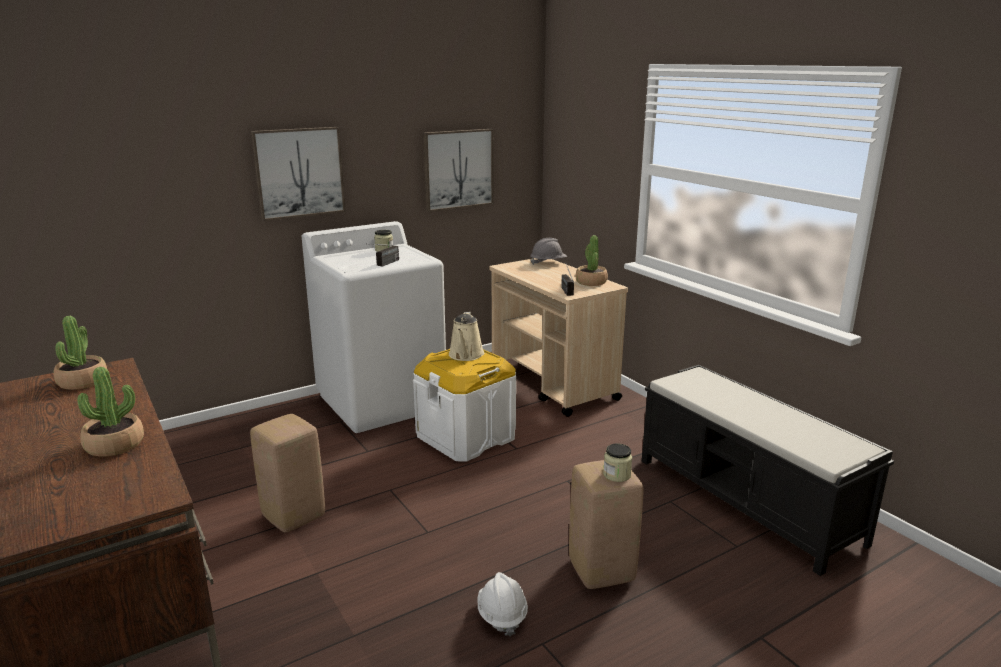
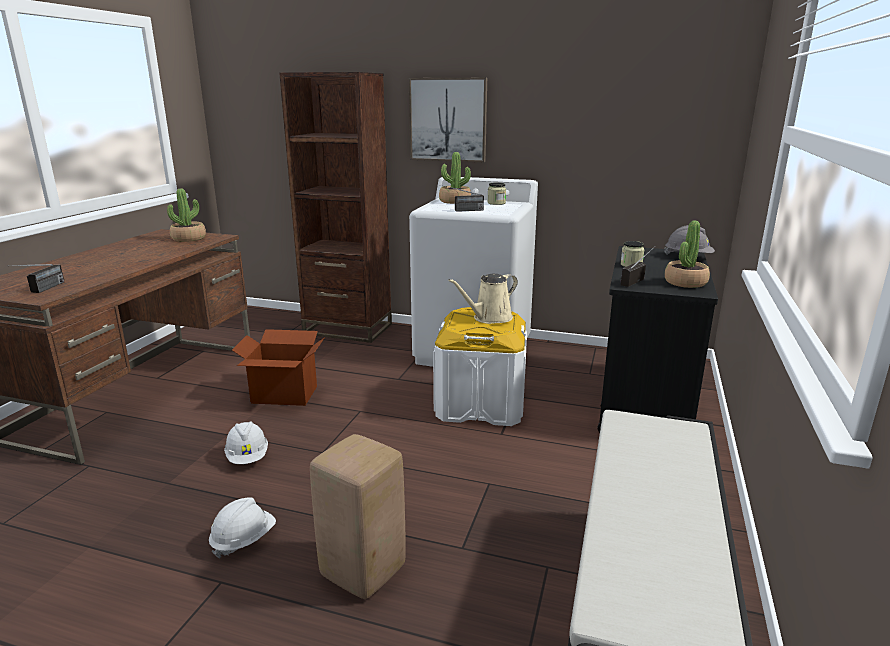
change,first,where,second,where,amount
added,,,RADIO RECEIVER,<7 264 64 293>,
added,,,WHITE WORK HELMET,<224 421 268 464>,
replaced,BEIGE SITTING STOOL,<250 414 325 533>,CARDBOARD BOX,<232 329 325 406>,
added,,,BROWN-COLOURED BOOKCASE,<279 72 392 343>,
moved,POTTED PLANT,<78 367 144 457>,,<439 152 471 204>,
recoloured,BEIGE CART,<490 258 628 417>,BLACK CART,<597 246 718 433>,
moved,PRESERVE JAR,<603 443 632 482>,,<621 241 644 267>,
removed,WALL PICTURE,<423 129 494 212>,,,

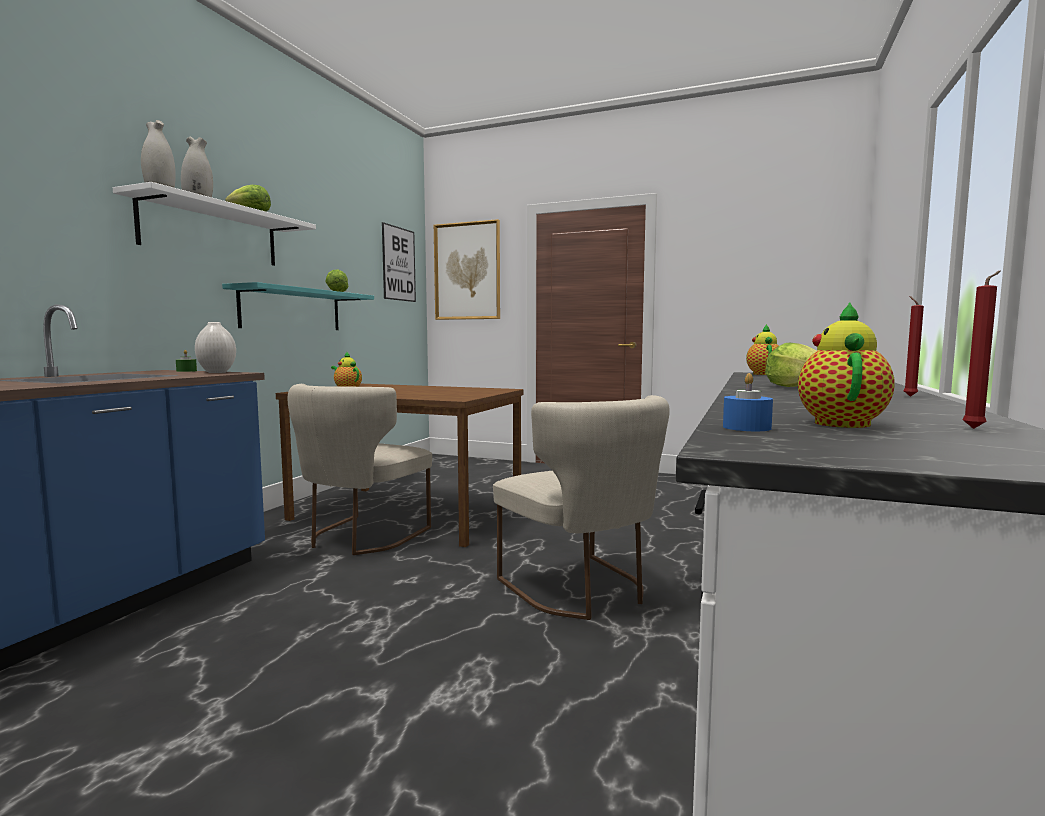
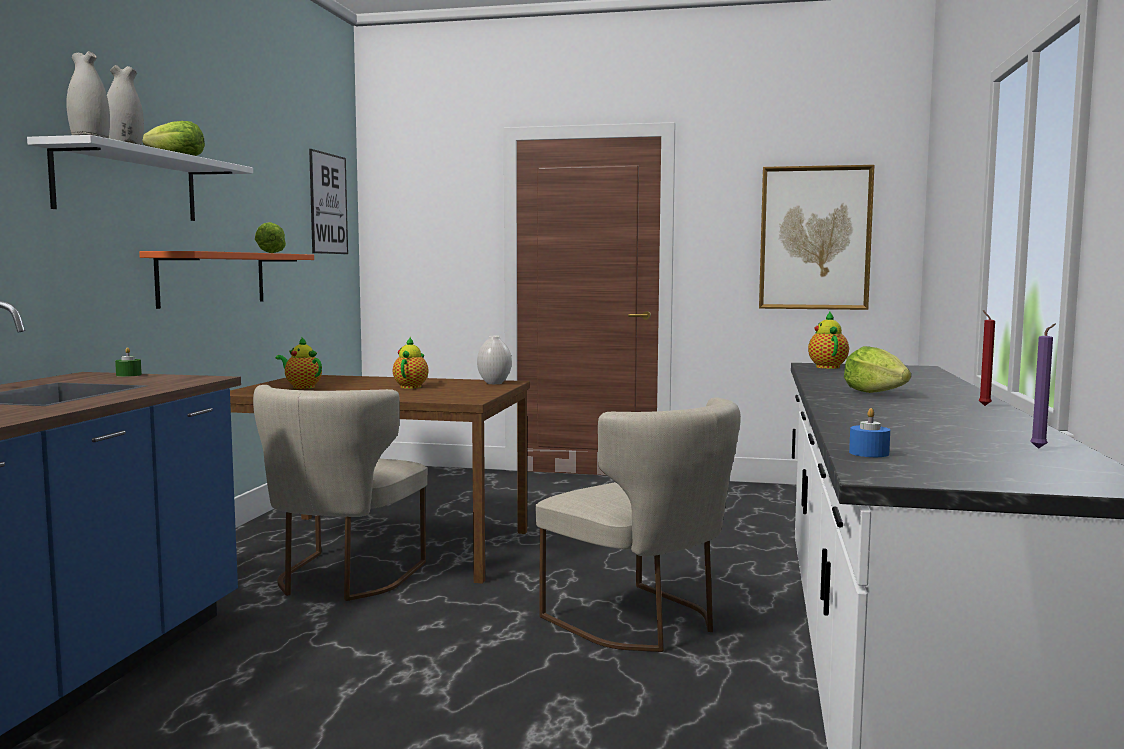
change,first,where,second,where,amount
recoloured,TURQUOISE SHELF,<222 282 374 330>,ORANGE-COLOURED SHELF,<139 251 314 309>,
moved,TEAPOT,<798 302 895 428>,,<393 337 429 389>,
moved,WHITE VASE,<195 322 236 373>,,<477 336 512 384>,
moved,WALL PICTURE,<434 219 500 320>,,<759 165 874 310>,
recoloured,REDDISH CANDLE,<962 271 1001 429>,PURPLISH CANDLE,<1030 324 1055 449>,

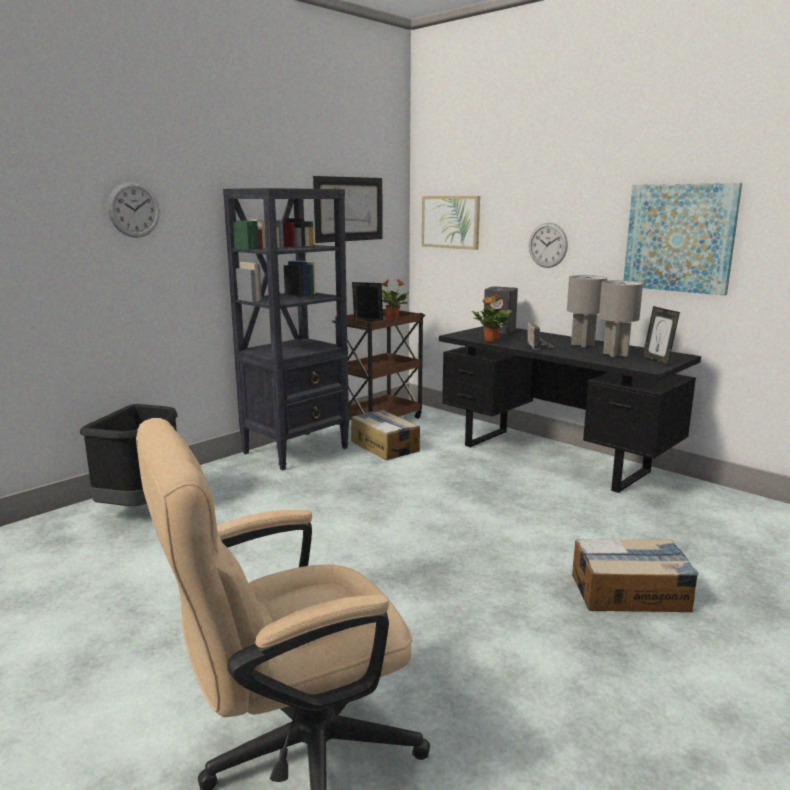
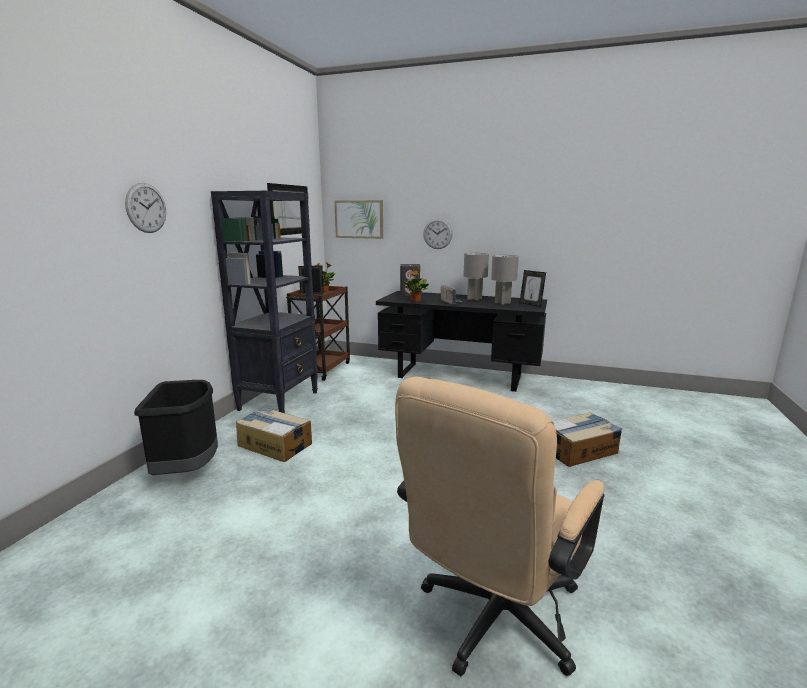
change,first,where,second,where,amount
moved,CARDBOARD BOX,<351 410 420 460>,,<236 407 312 462>,
removed,WALL PICTURE,<624 183 742 296>,,,

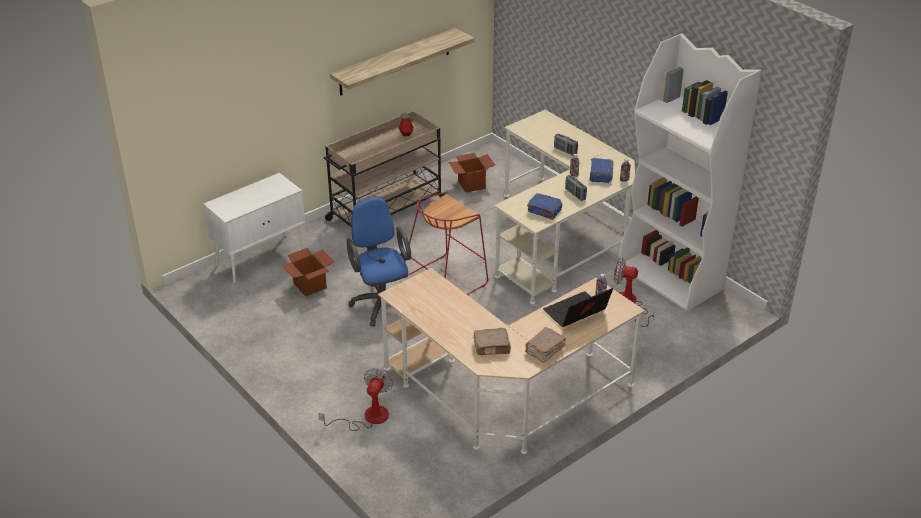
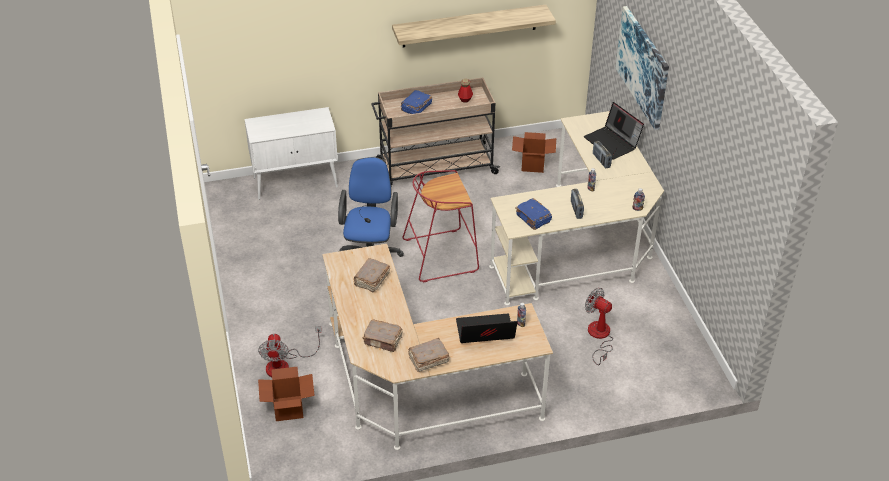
change,first,where,second,where,amount
turned,FAN,<319 368 393 431>,,<258 326 322 377>,135 degrees clockwise
moved,CARDBOARD BOX,<281 248 335 297>,,<258 367 315 421>,
added,,,BROWN-COLOURED VOLUME,<354 258 390 292>,
moved,BLUE VOLUME,<589 158 614 183>,,<401 90 432 114>,
added,,,NOTEBOOK COMPUTER,<584 102 644 160>,
added,,,WALL PICTURE,<615 6 669 130>,
removed,WHITE BOOKCASE,<619 33 762 311>,,,

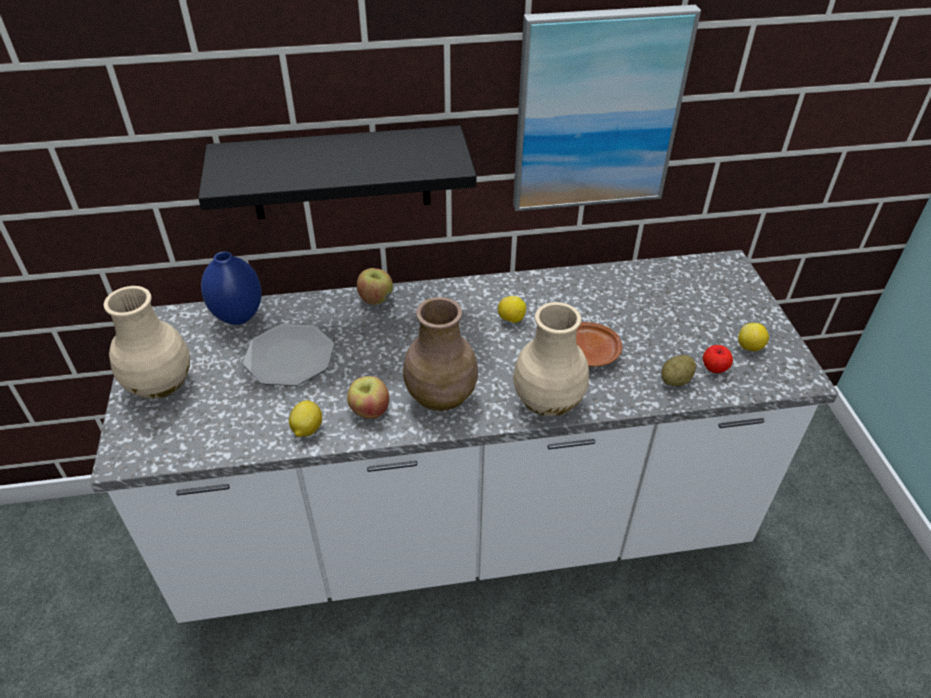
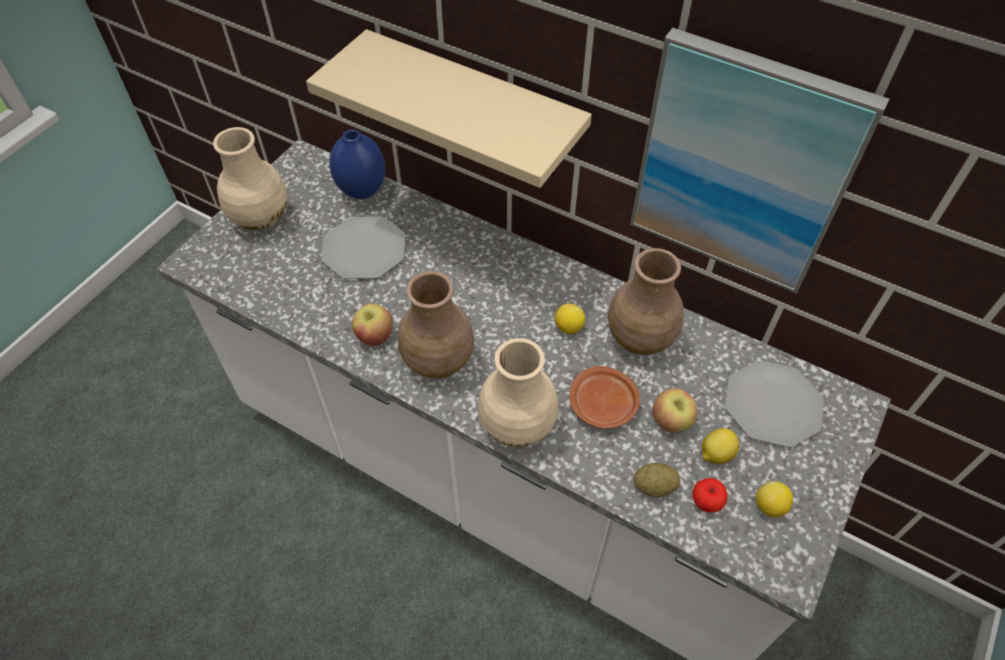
change,first,where,second,where,amount
recoloured,BLACK SHELF,<198 126 477 219>,BEIGE SHELF,<306 29 592 188>,
added,,,BROWN-COLOURED VASE,<608 248 684 355>,
moved,APPLE FRUIT,<357 268 393 305>,,<652 388 697 433>,
moved,WHOLE LEMON,<289 400 322 437>,,<702 428 739 464>,
added,,,FLAT DISH,<725 361 823 447>,

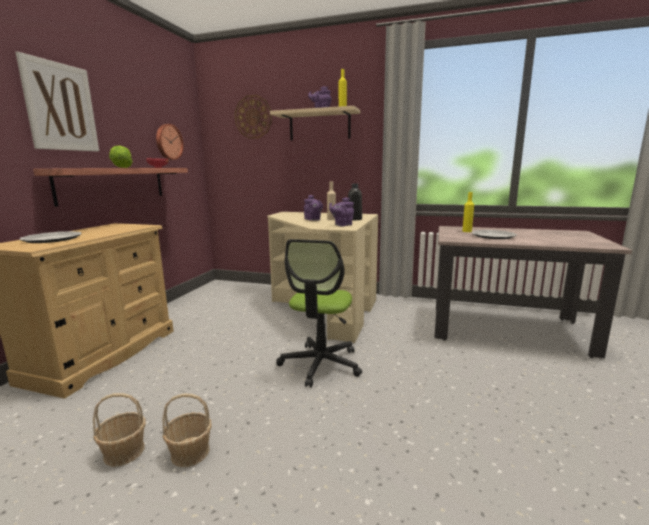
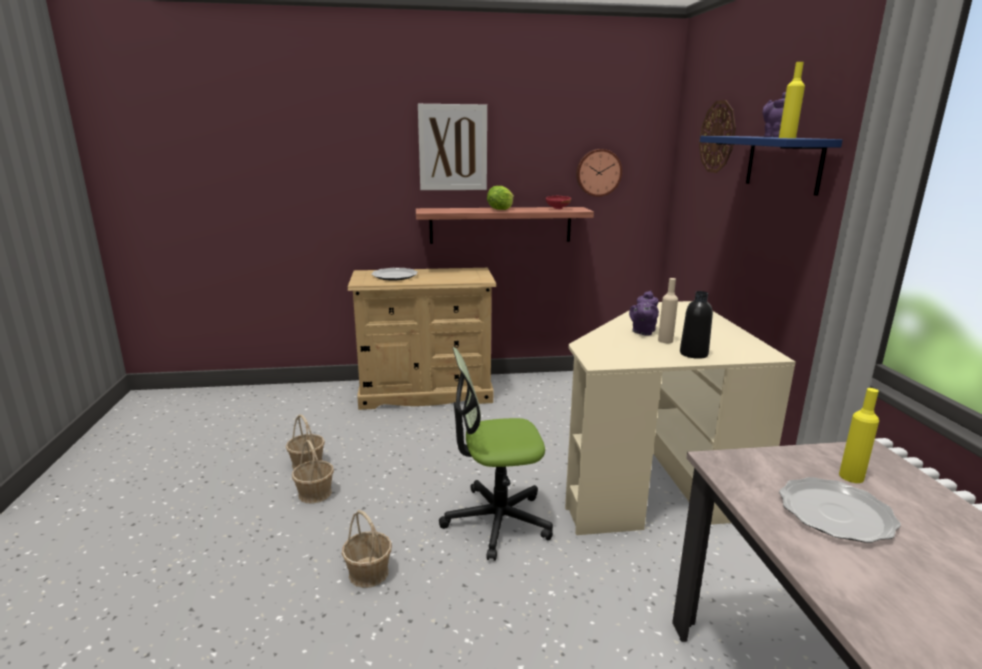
change,first,where,second,where,amount
added,,,BASKET,<342 510 392 588>,
recoloured,BEIGE SHELF,<270 106 360 141>,BLUE SHELF,<700 136 843 196>,
removed,PURPLISH TEAPOT,<329 197 354 226>,,,

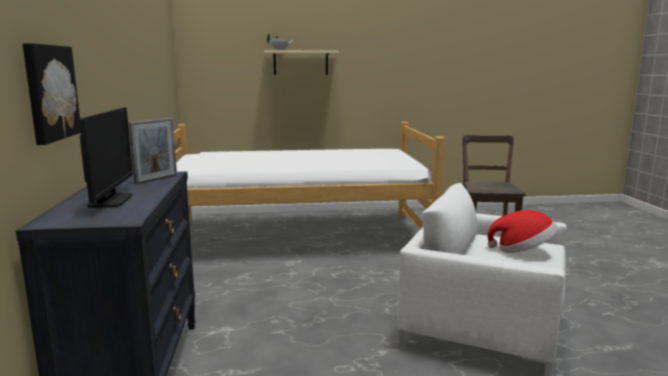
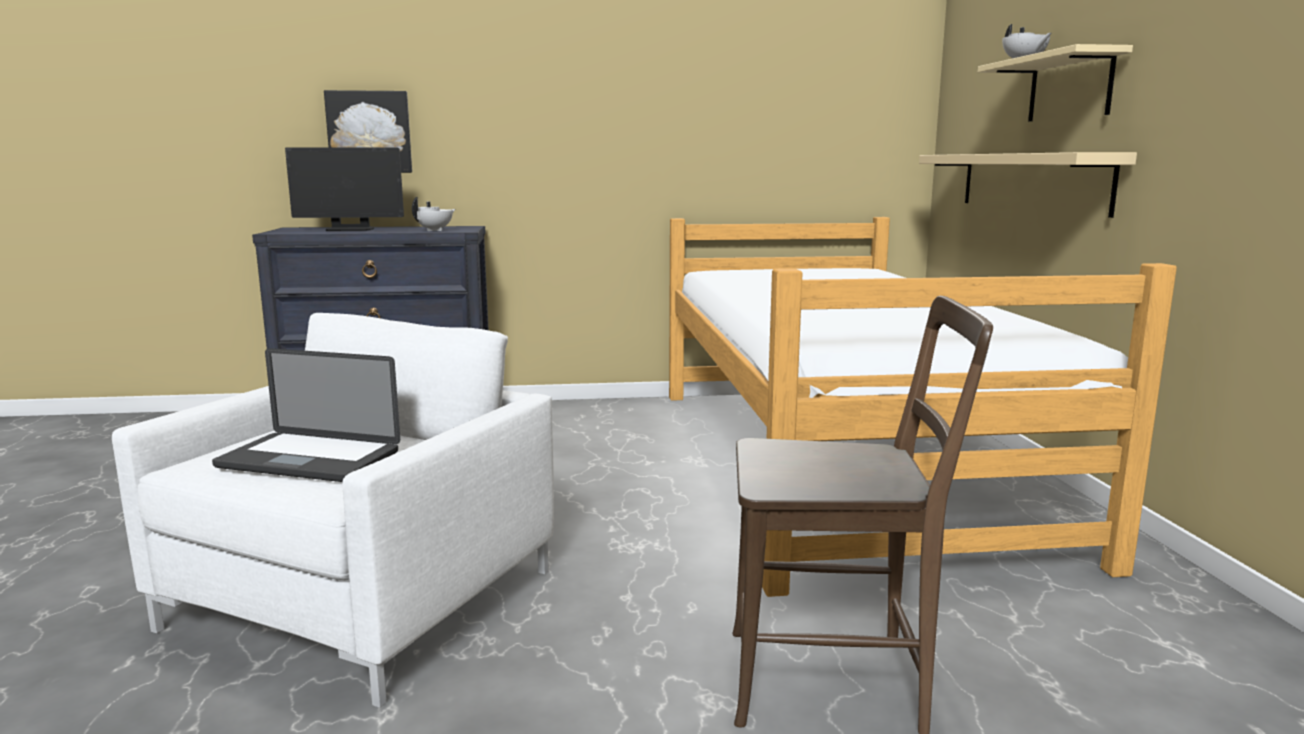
change,first,where,second,where,amount
replaced,WEARABLE HAT,<487 210 558 253>,NOTEBOOK COMPUTER,<212 348 400 482>,
replaced,STANDING FRAME,<129 118 177 184>,WHITE TEAPOT,<412 197 455 231>,
added,,,BEIGE SHELF,<919 152 1137 218>,

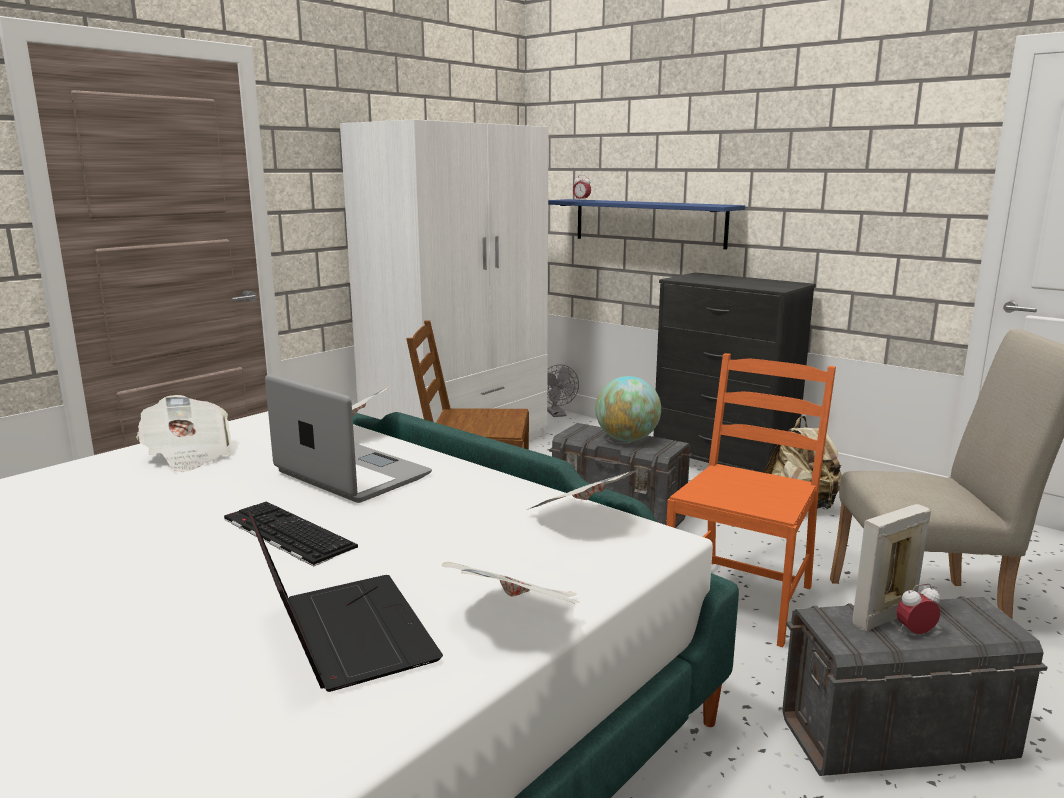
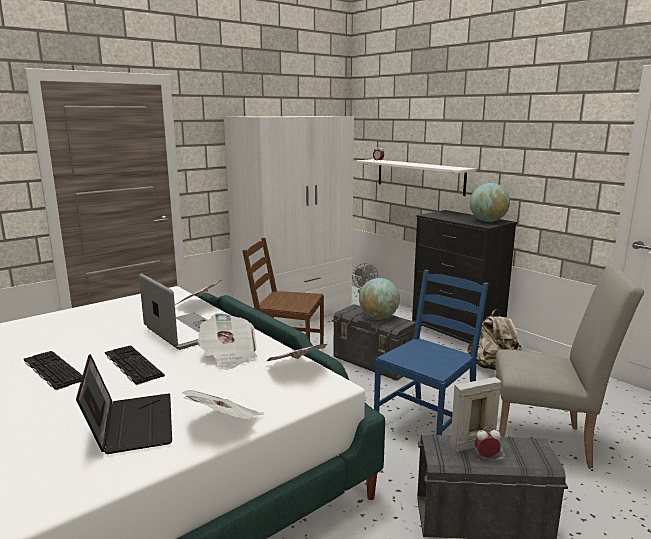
change,first,where,second,where,amount
added,,,COMPUTER KEYBOARD,<24 351 83 390>,
moved,DAILY PAPER,<136 395 231 472>,,<197 313 257 370>,
recoloured,BLUE SHELF,<548 199 745 249>,WHITE SHELF,<356 159 476 196>,
recoloured,ORANGE-COLOURED UPRIGHT CHAIR,<666 353 836 647>,BLUE UPRIGHT CHAIR,<374 270 489 435>,
added,,,WORLD GLOBE,<470 183 510 222>,

